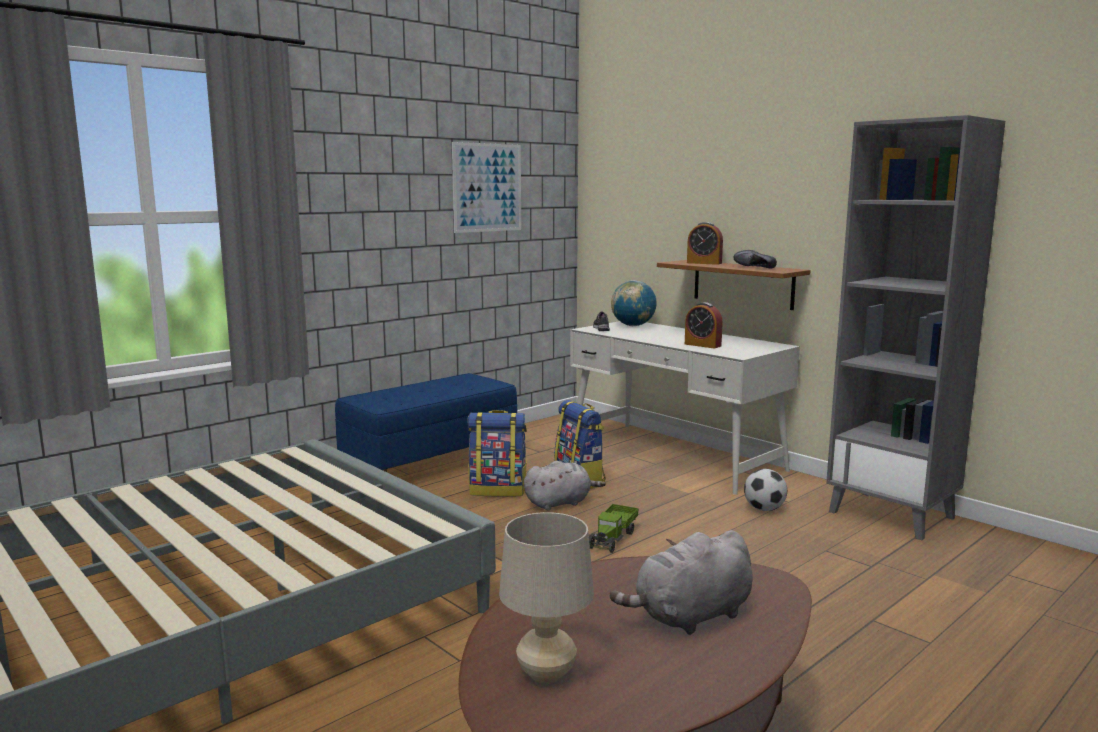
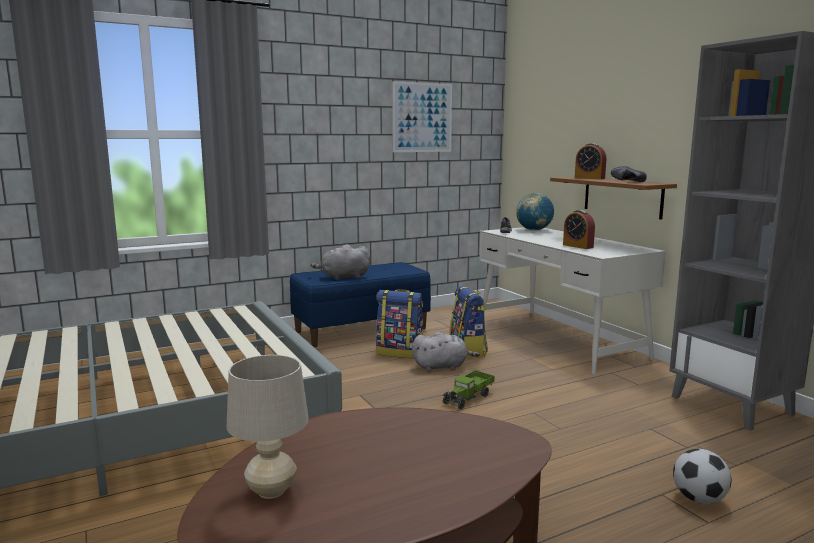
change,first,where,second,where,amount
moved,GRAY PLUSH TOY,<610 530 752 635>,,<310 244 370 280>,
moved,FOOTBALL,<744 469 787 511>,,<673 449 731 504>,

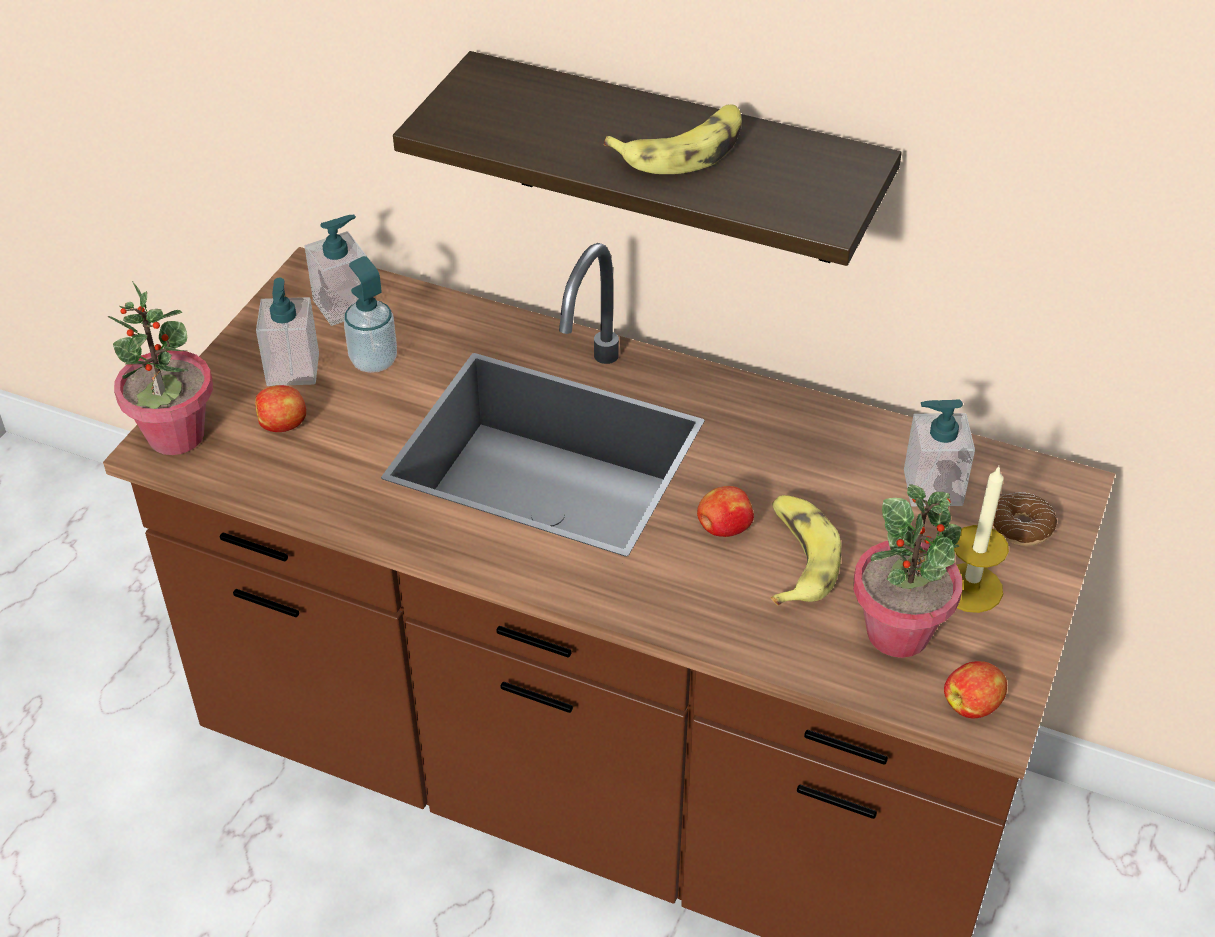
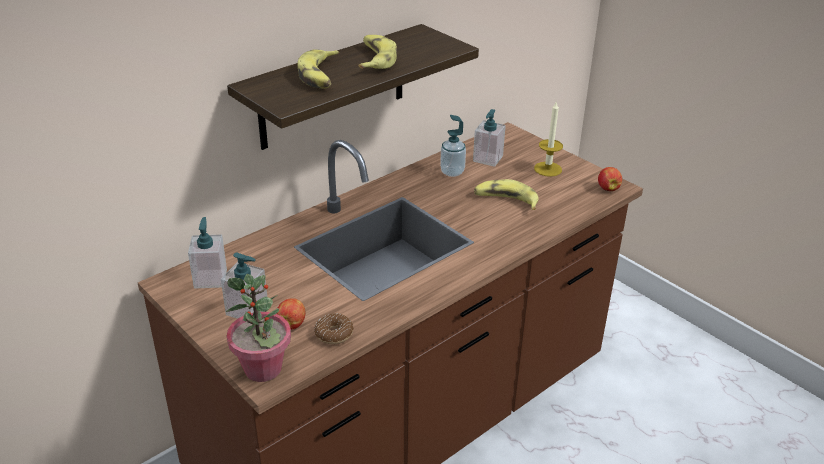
change,first,where,second,where,amount
added,,,BANANA FRUIT,<298 49 339 88>,
moved,DOUGHNUT,<992 492 1057 546>,,<314 313 354 344>,
moved,LIQUID SOAP BOTTLE,<344 256 397 373>,,<440 115 466 177>,
removed,APPLE FRUIT,<697 486 754 537>,,,
removed,POTTED PLANT,<853 484 962 658>,,,

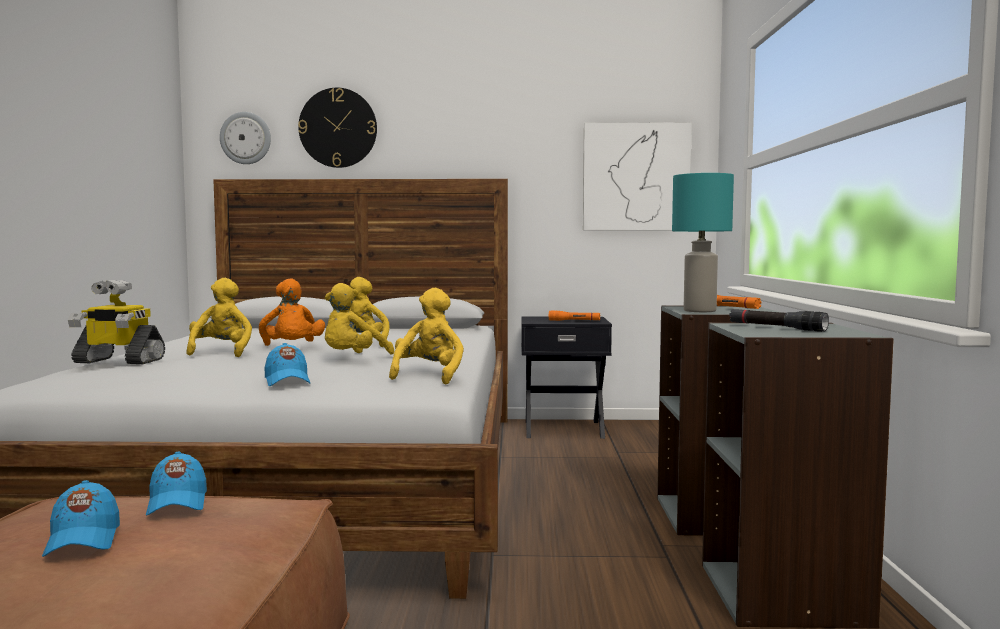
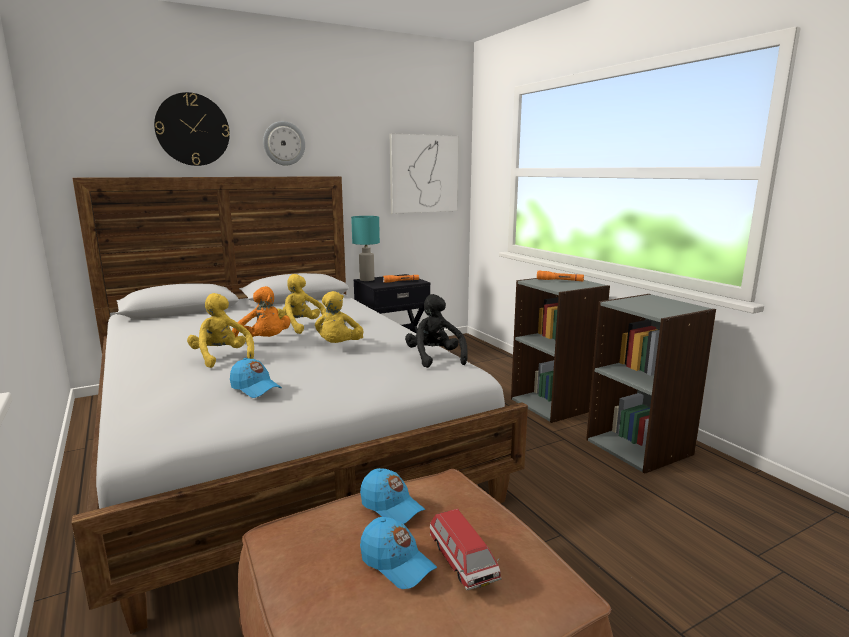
change,first,where,second,where,amount
moved,BLUE BASEBALL CAP,<265 343 310 386>,,<230 358 282 398>,
moved,WALL CLOCK,<220 112 271 164>,,<263 121 305 166>,
moved,TURQUOISE TABLE LAMP,<672 173 734 312>,,<351 216 380 281>,
recoloured,YELLOWISH PLUSH TOY,<389 288 464 384>,BLACK PLUSH TOY,<405 294 468 368>,
added,,,MINIATURE CAR,<430 509 501 590>,
removed,ROBOT FIGURE,<68 280 165 364>,,,
removed,BLACK FLASHLIGHT,<729 309 829 332>,,,

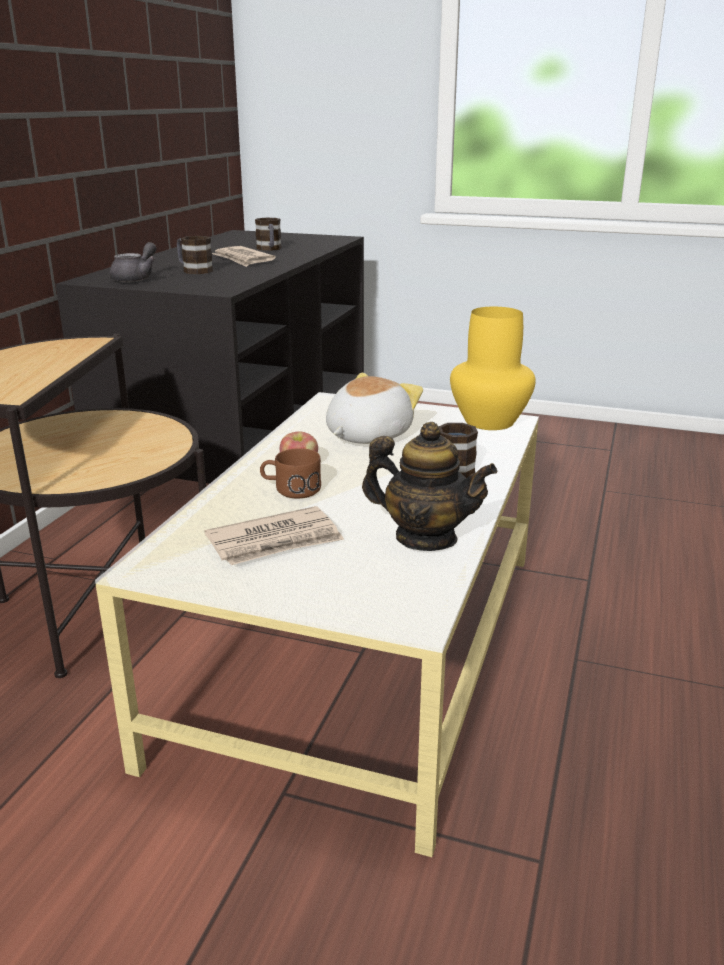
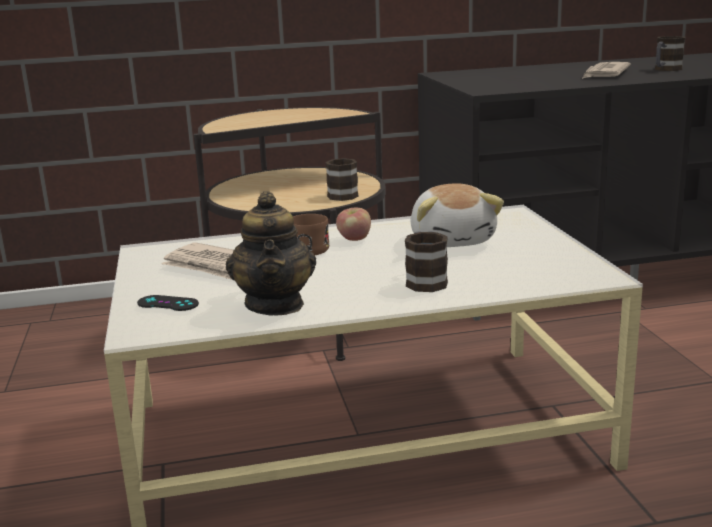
change,first,where,second,where,amount
added,,,BLACK JOYPAD,<137 295 199 311>,
moved,MUG,<177 236 213 274>,,<325 158 358 201>,
turned,PLUSH TOY,<326 373 423 444>,,<411 183 504 247>,75 degrees clockwise
removed,GRAY TEAPOT,<109 242 156 282>,,,
removed,YELLOWISH VASE,<450 307 536 430>,,,

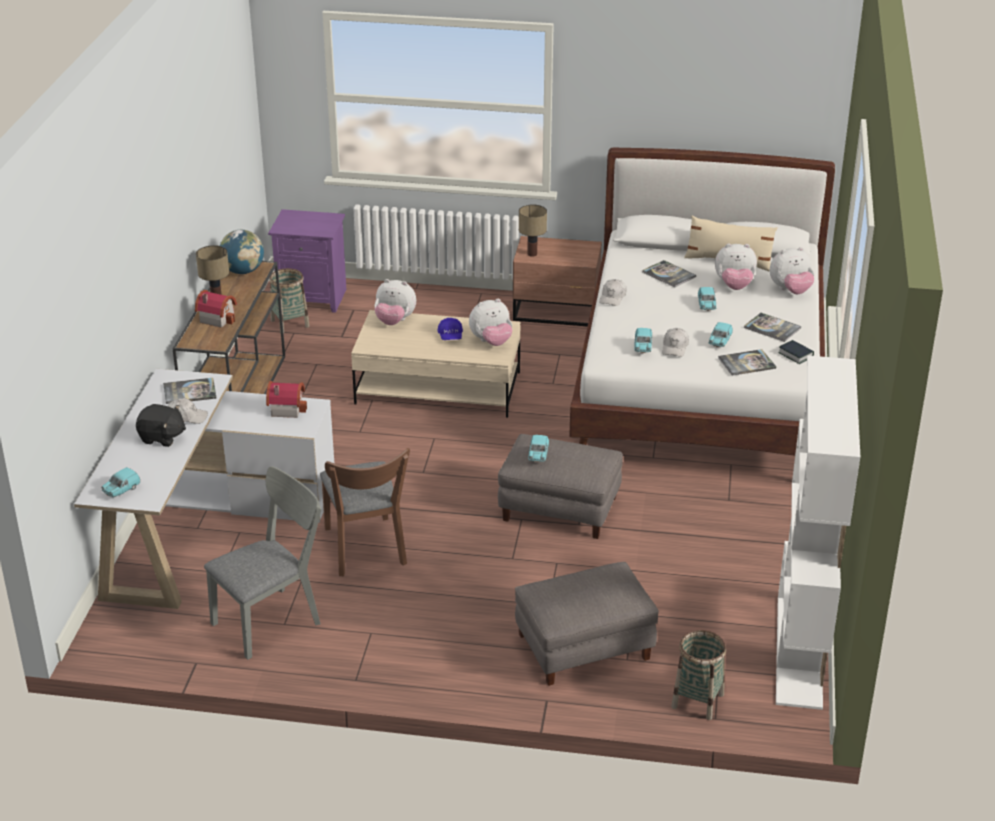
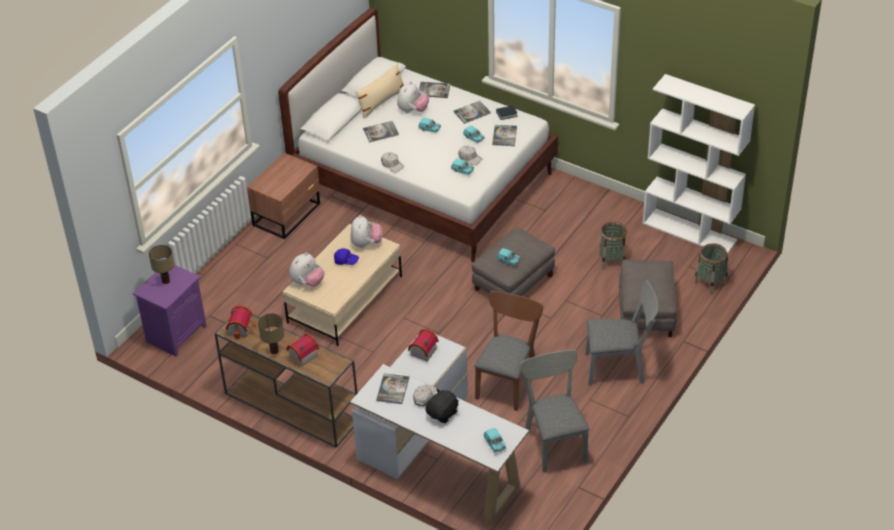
change,first,where,second,where,amount
moved,TABLE LAMP,<519 204 547 257>,,<149 245 174 284>,
replaced,WORLD GLOBE,<220 230 264 274>,MODEL HOUSE,<226 305 256 339>,
replaced,PLUSH TOY,<770 247 814 294>,VOLUME,<419 82 450 98>,
turned,BROWN-COLOURED UPRIGHT CHAIR,<320 448 410 577>,,<474 291 543 411>,75 degrees counterclockwise
added,,,GRAY UPRIGHT CHAIR,<585 280 658 385>,
moved,BASKET,<269 268 310 334>,,<599 221 627 270>,

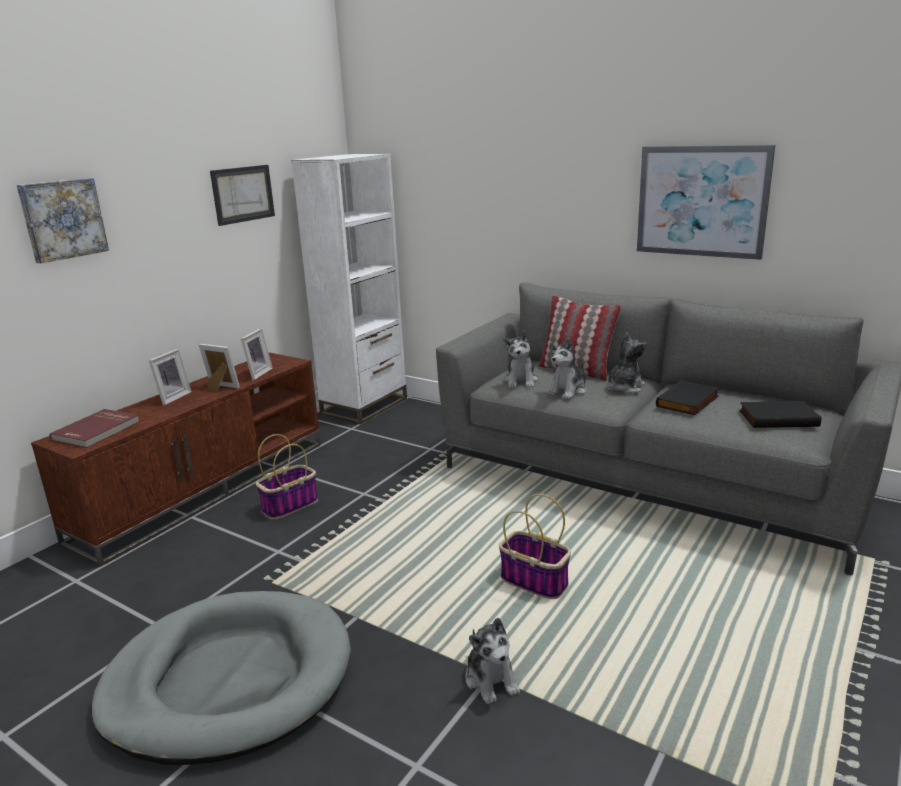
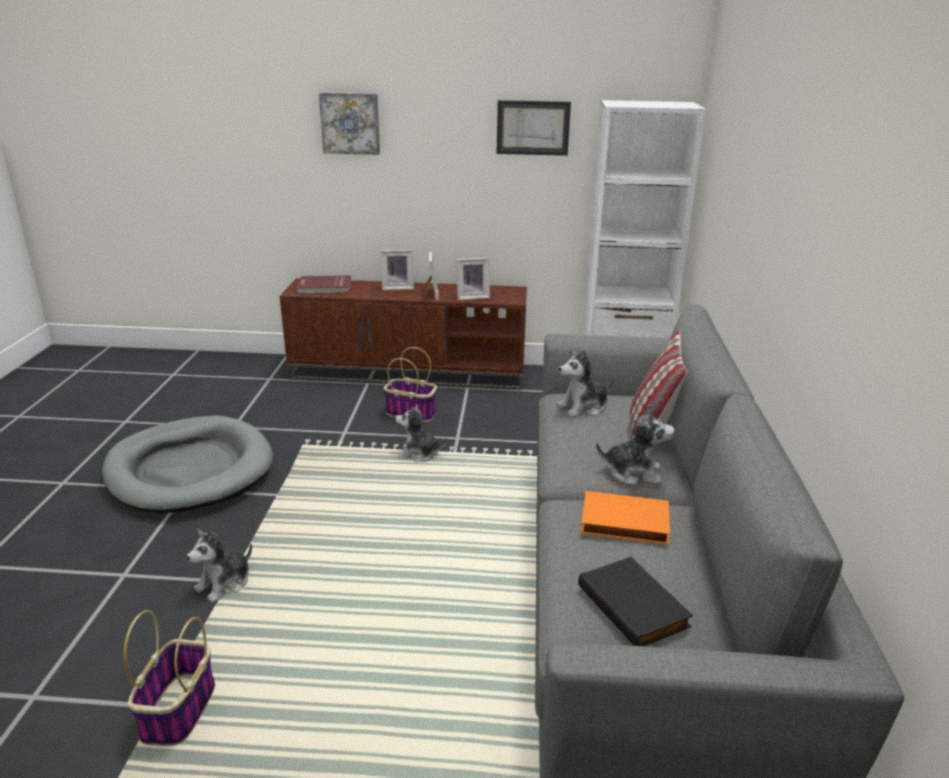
change,first,where,second,where,amount
moved,BASKET,<499 494 571 599>,,<124 610 215 746>,
moved,PLUSH TOY,<547 339 587 399>,,<395 405 447 462>,
recoloured,BLACK VOLUME,<656 380 719 415>,ORANGE-COLOURED VOLUME,<581 491 670 545>,
removed,WALL PICTURE,<637 145 775 260>,,,

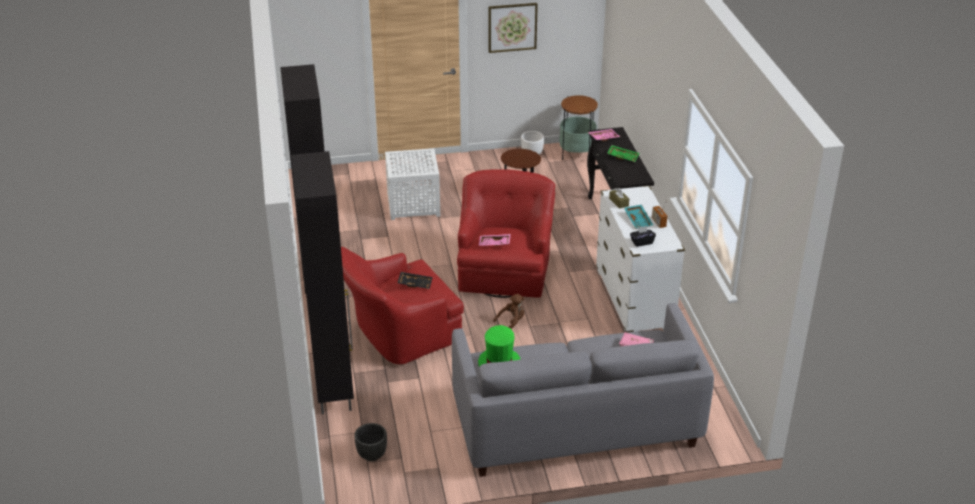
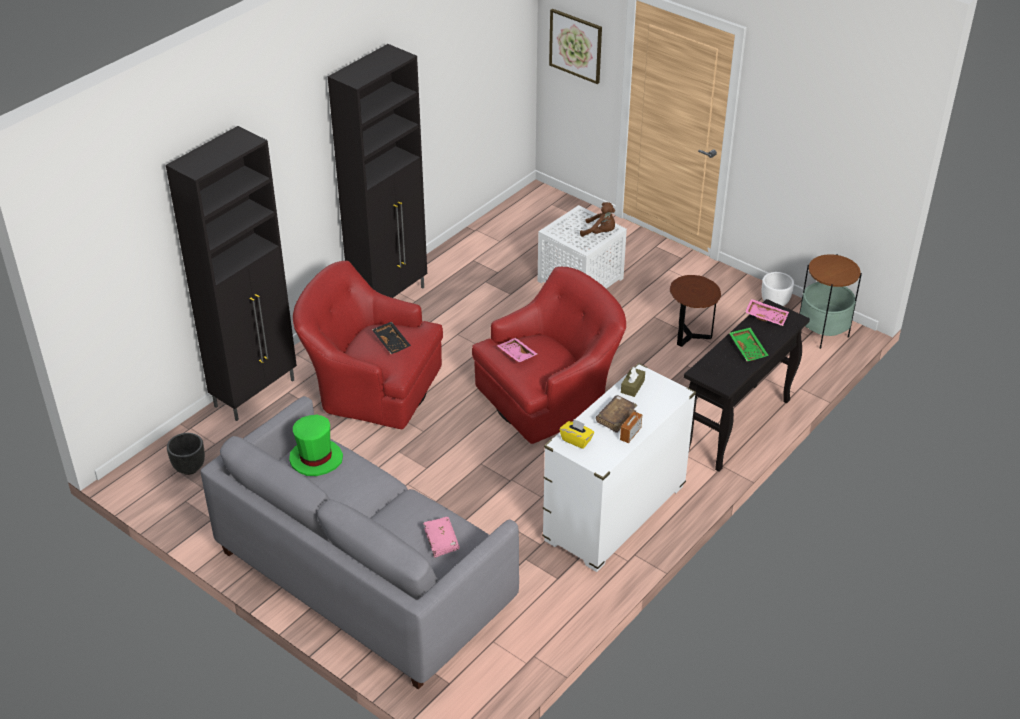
change,first,where,second,where,amount
moved,WALL PICTURE,<488 3 538 53>,,<549 9 602 84>,
recoloured,BLACK BOX OF TISSUES,<630 226 656 247>,YELLOWISH BOX OF TISSUES,<560 419 594 449>,
moved,BROWN-COLOURED PLUSH TOY,<493 294 525 329>,,<580 202 615 237>,
replaced,TURQUOISE TRAY,<624 205 653 229>,BROWN-COLOURED VOLUME,<596 395 637 433>,

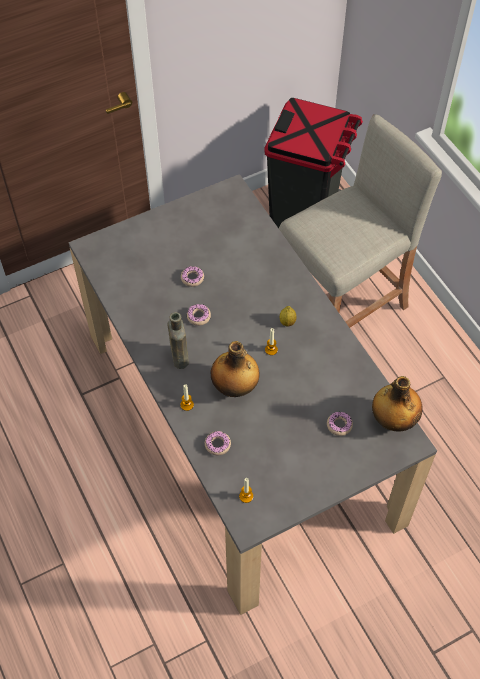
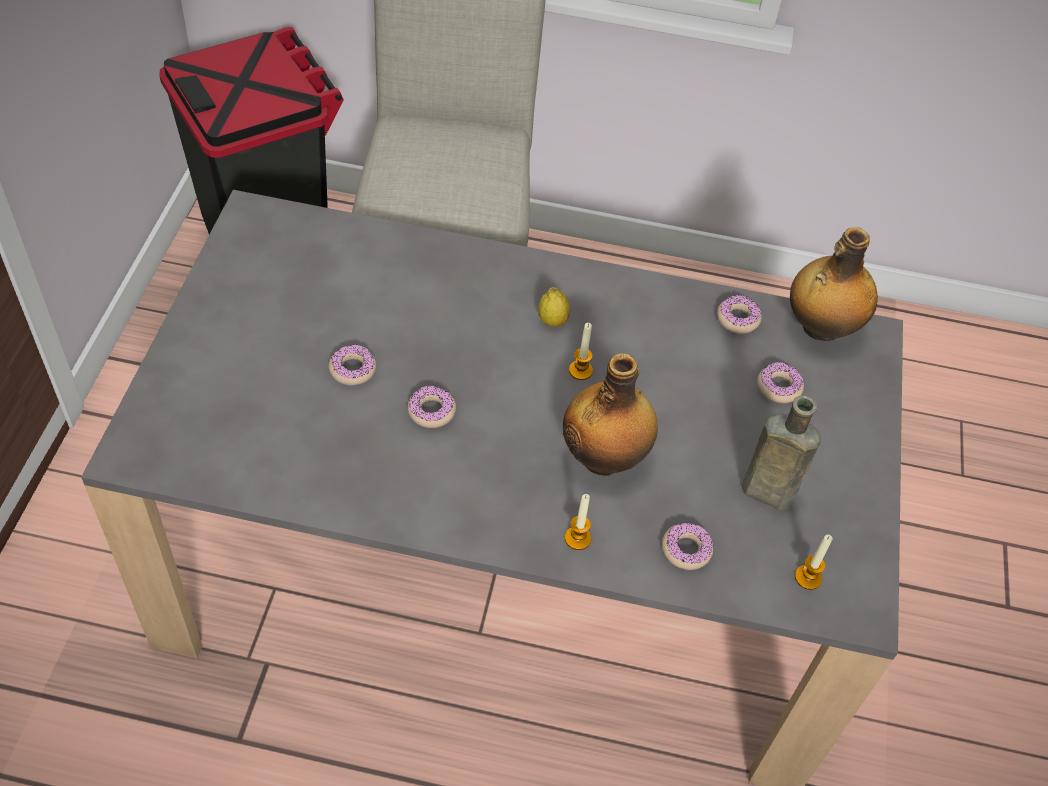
change,first,where,second,where,amount
added,,,DOUGHNUT,<717 295 762 334>,
moved,BROWN-COLOURED BOTTLE,<168 312 189 369>,,<742 396 821 510>,

